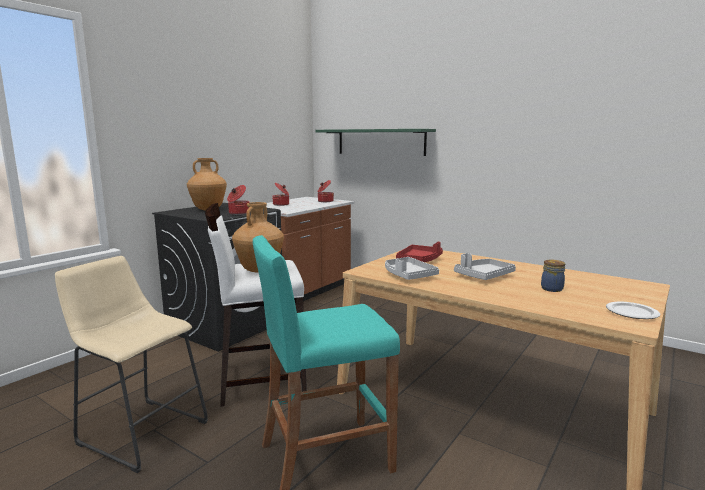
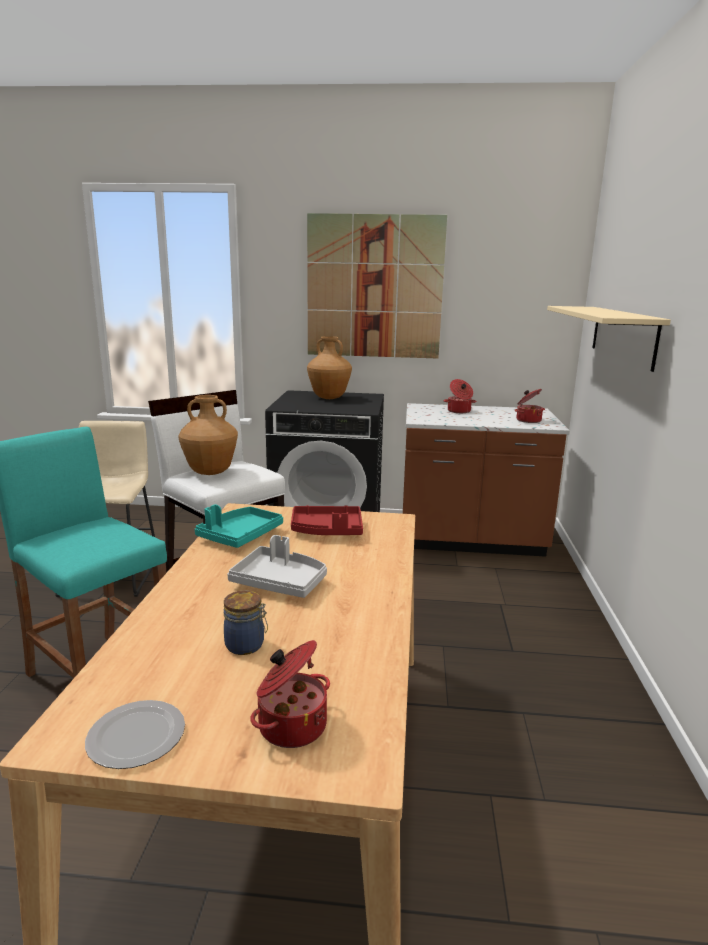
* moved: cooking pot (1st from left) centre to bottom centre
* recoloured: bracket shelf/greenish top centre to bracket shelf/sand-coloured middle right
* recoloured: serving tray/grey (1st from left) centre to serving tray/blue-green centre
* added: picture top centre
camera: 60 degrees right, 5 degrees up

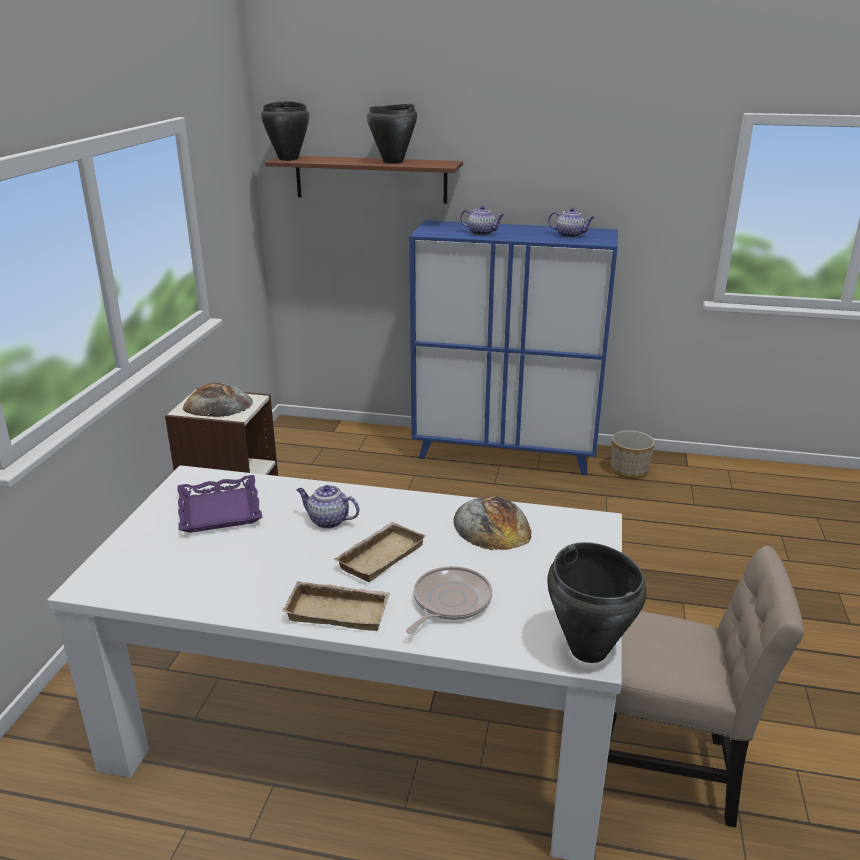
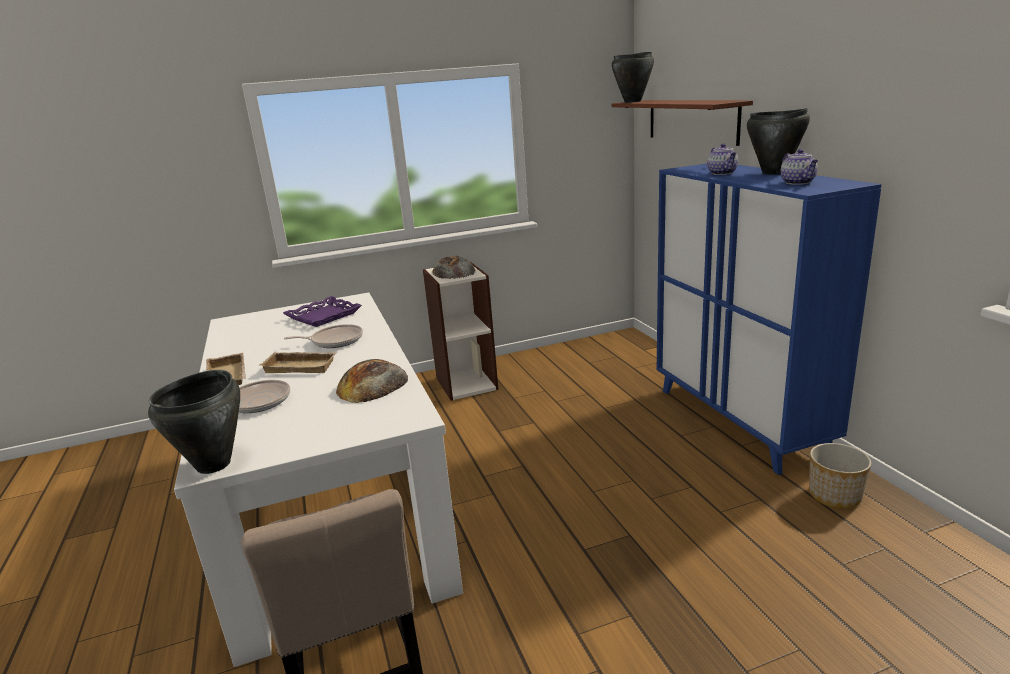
* replaced: pot for tea (1st from left) centre to pan (2nd from left) middle left
* moved: cooking pot/blackish (2nd from left in the first image) top centre to cooking pot/blackish (3rd from left) top right
camera: 60 degrees right, 5 degrees down

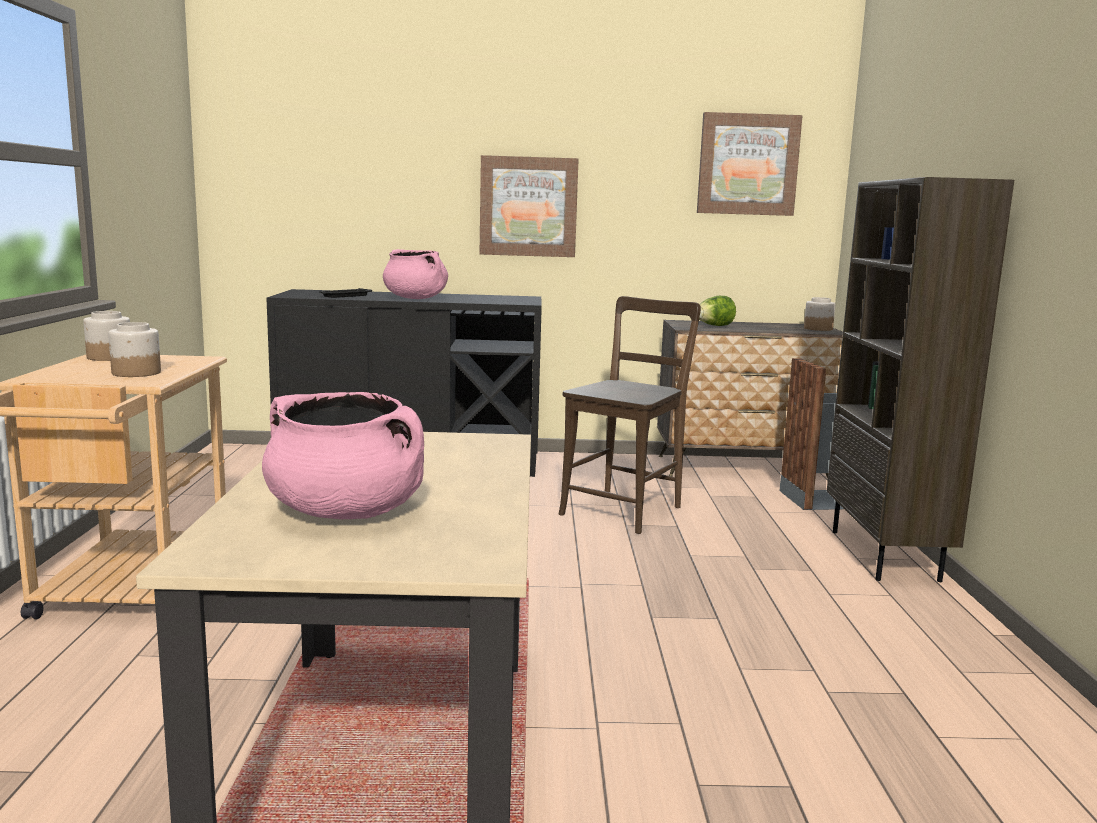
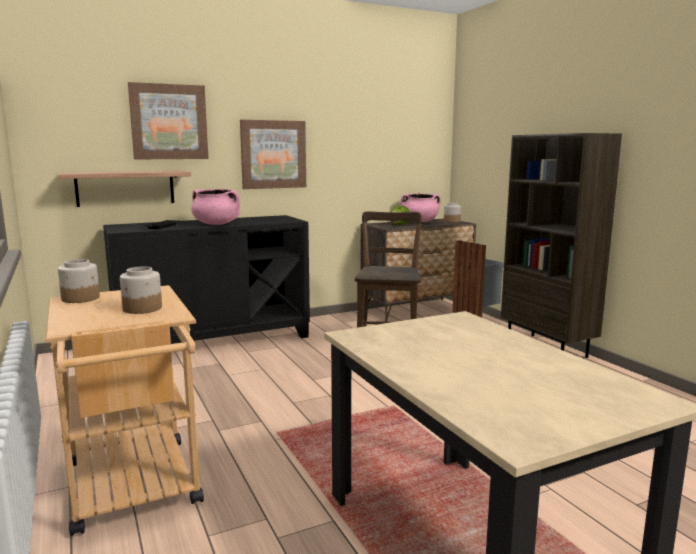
* moved: cooking pot/pink (1st from left in the first image) middle left to cooking pot/pink (2nd from left) centre
* moved: picture (2nd from left in the first image) top right to picture (1st from left) top left
* added: bracket shelf middle left
camera: 25 degrees left, 0 degrees up

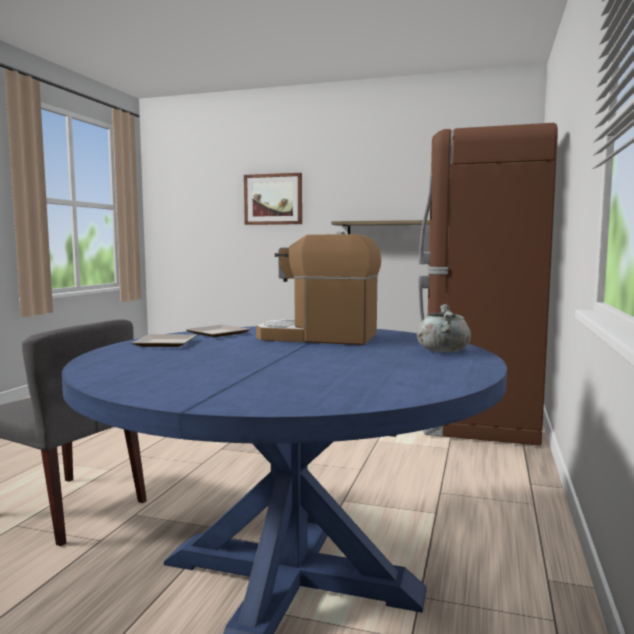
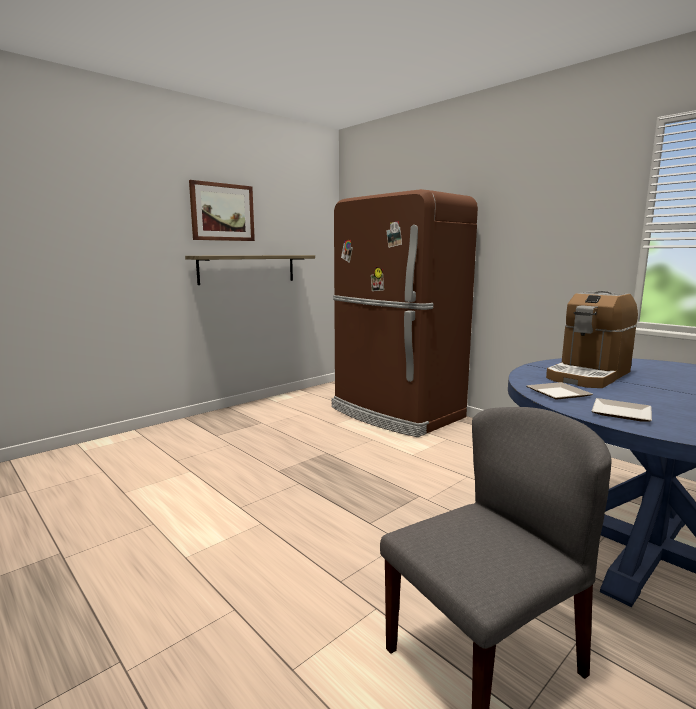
* moved: picture top centre to top left
* removed: cooking pot/grey middle right
camera: 60 degrees left, 5 degrees up

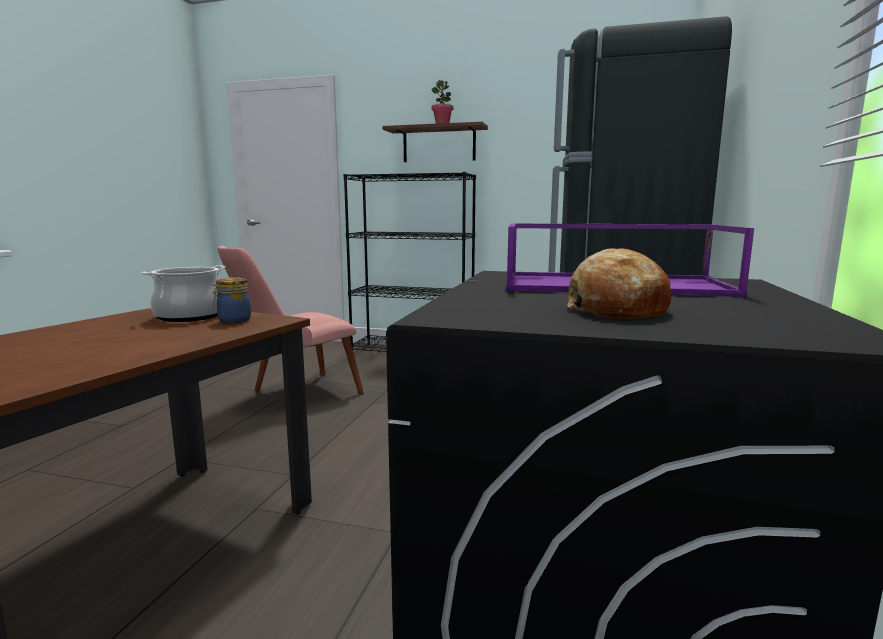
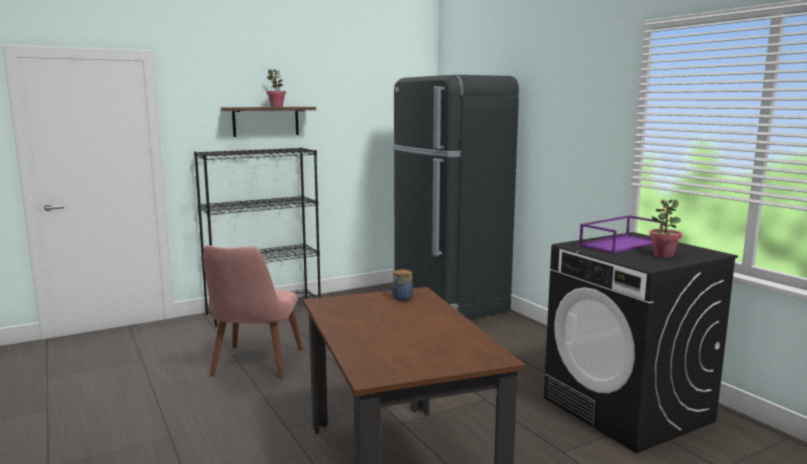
* removed: cooking pot middle left
* replaced: baked bread middle right to potted plant (2nd from left) middle right
camera: 45 degrees left, 0 degrees up

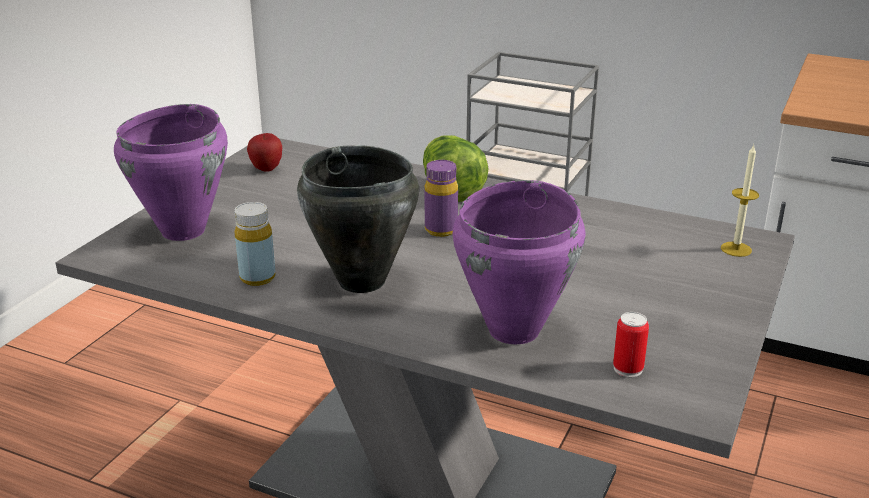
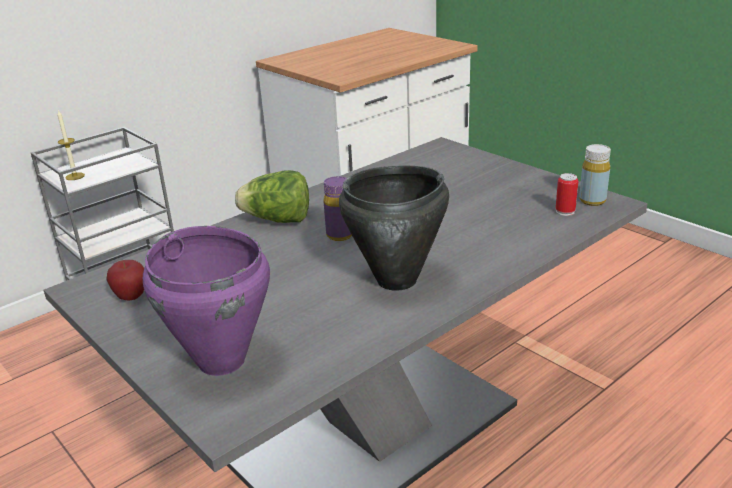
* moved: drink bottle/yellow-coloured middle left to middle right
* removed: cooking pot/purple-coloured (2nd from left) centre
* moved: wax light middle right to top left
camera: 65 degrees left, 0 degrees up

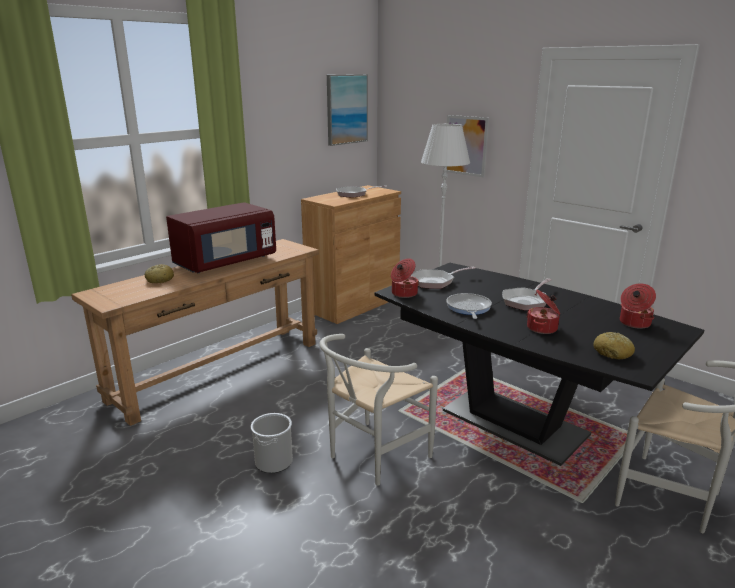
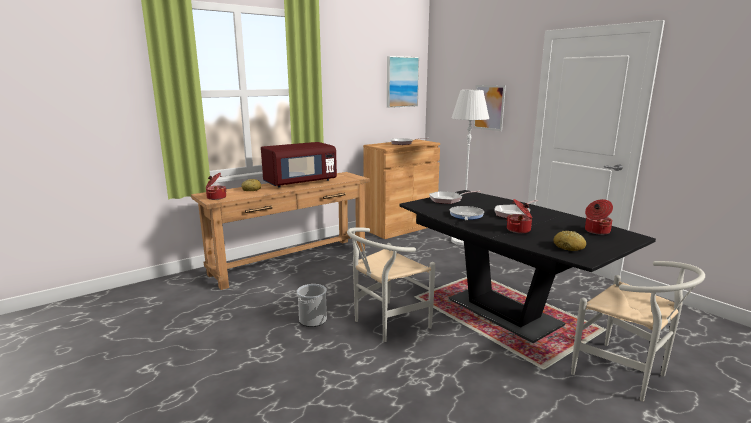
* moved: cooking pot (1st from left) centre to middle left
camera: 10 degrees right, 5 degrees down

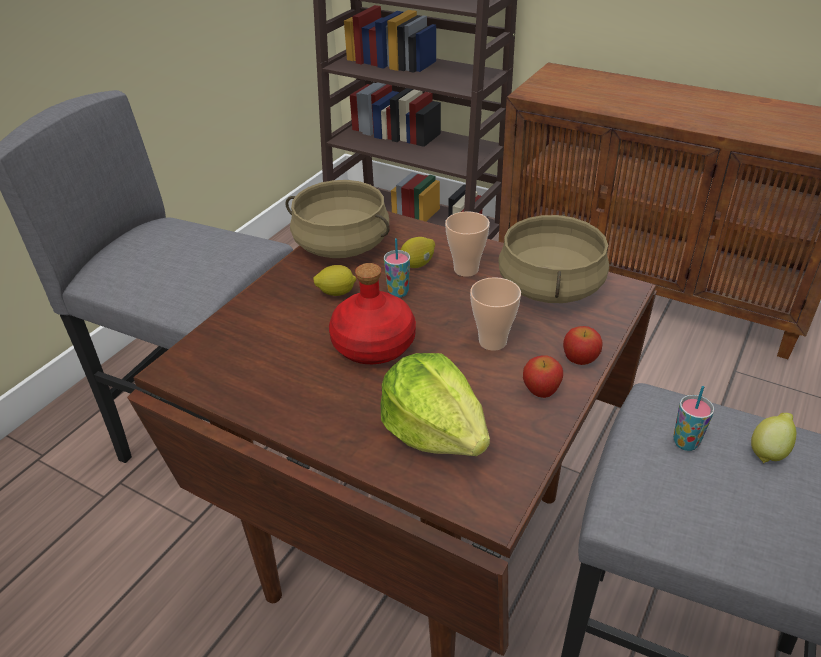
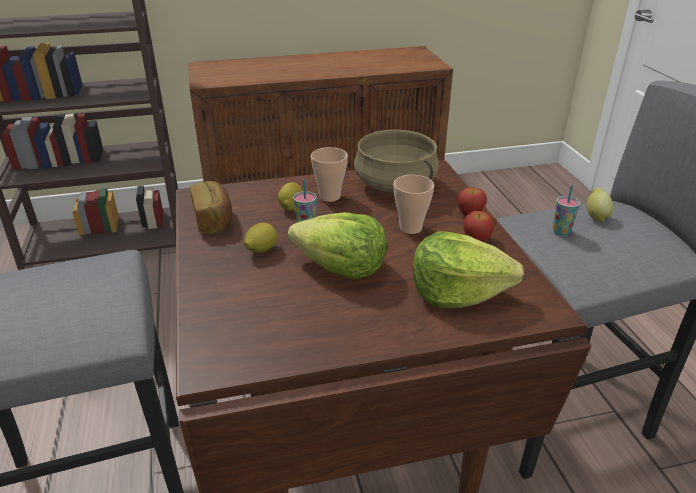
* replaced: cooking pot/sand-coloured (1st from left) centre to baked bread middle left
* replaced: drink bottle/red centre to head of lettuce (1st from left) centre
camera: 45 degrees left, 5 degrees down

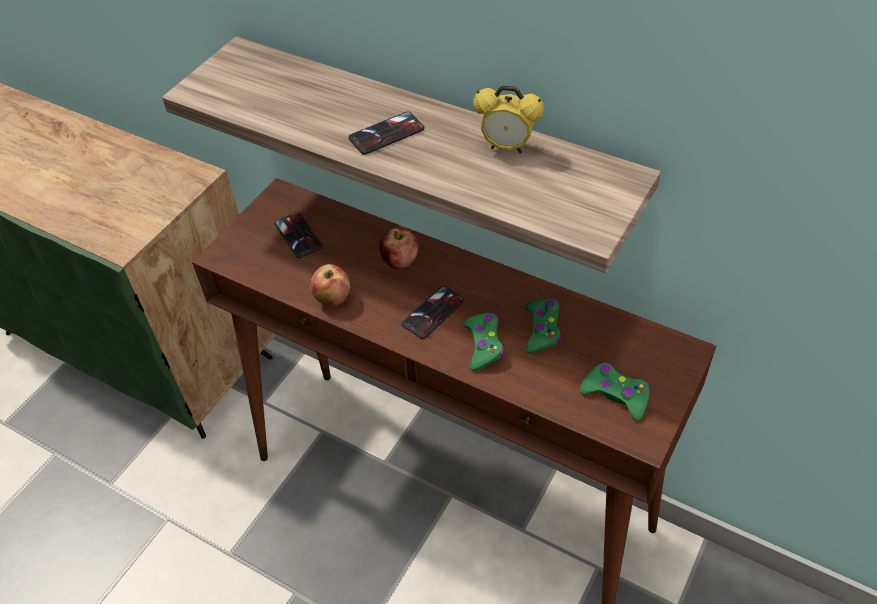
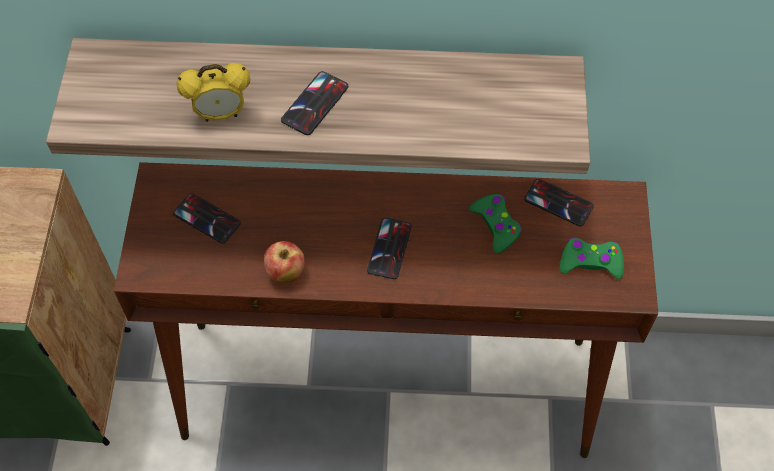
* removed: apple fruit (2nd from left) centre
* removed: gamepad/greenish (1st from left) centre
* moved: table clock top centre to top left
* added: telephone (4th from left) middle right
camera: 30 degrees left, 10 degrees up

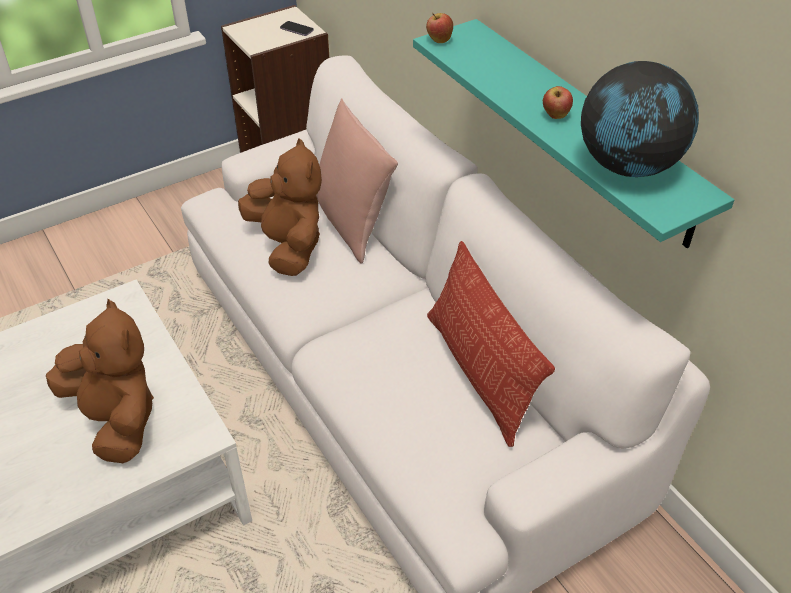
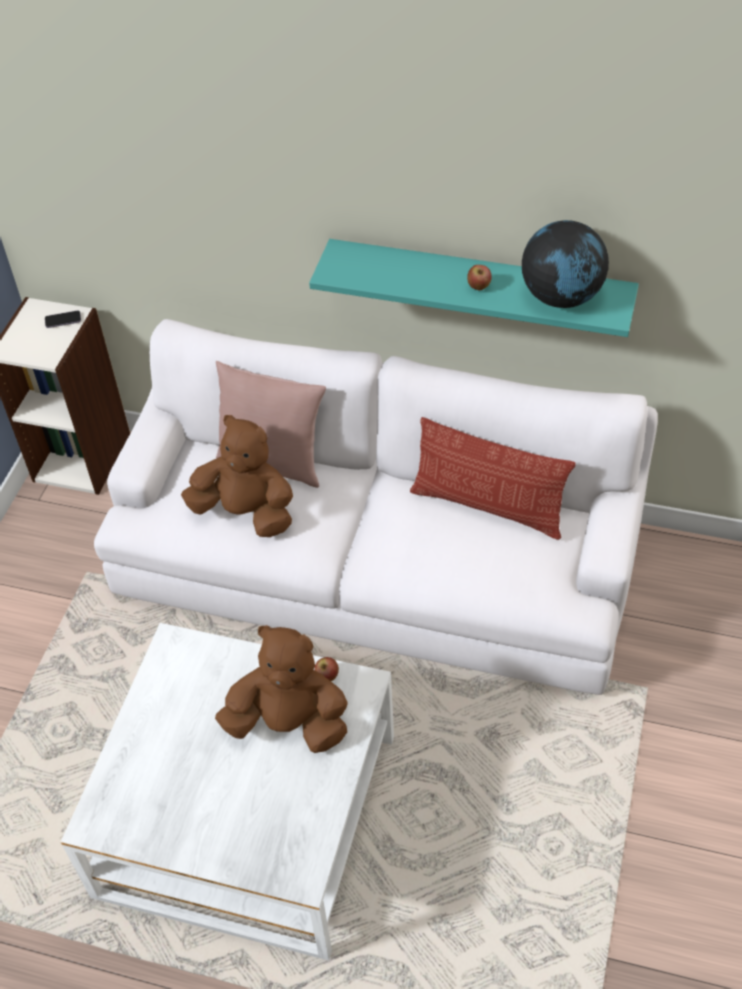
* moved: apple fruit (1st from left) top centre to bottom centre
camera: 40 degrees left, 5 degrees up

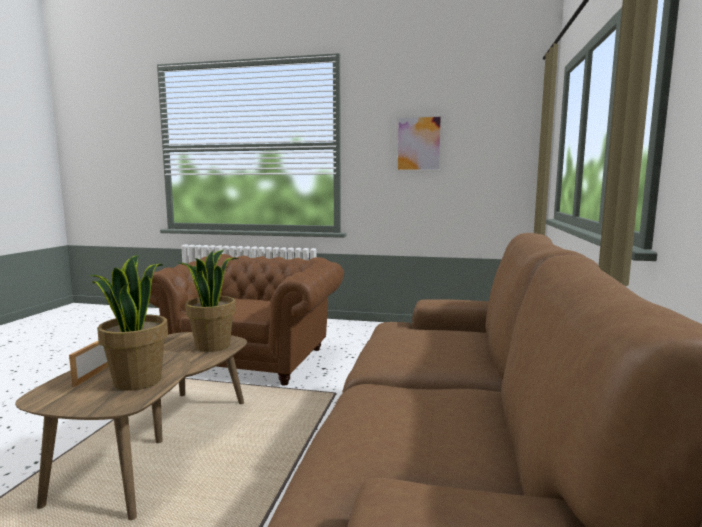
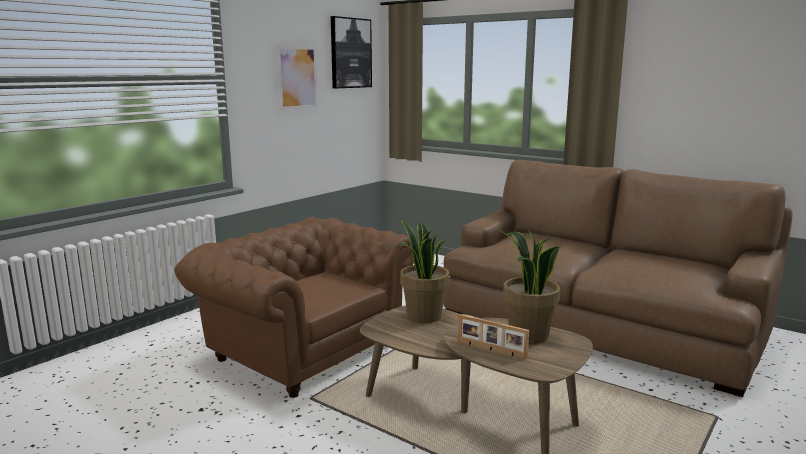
* added: picture (2nd from left) top centre
camera: 65 degrees left, 5 degrees up

